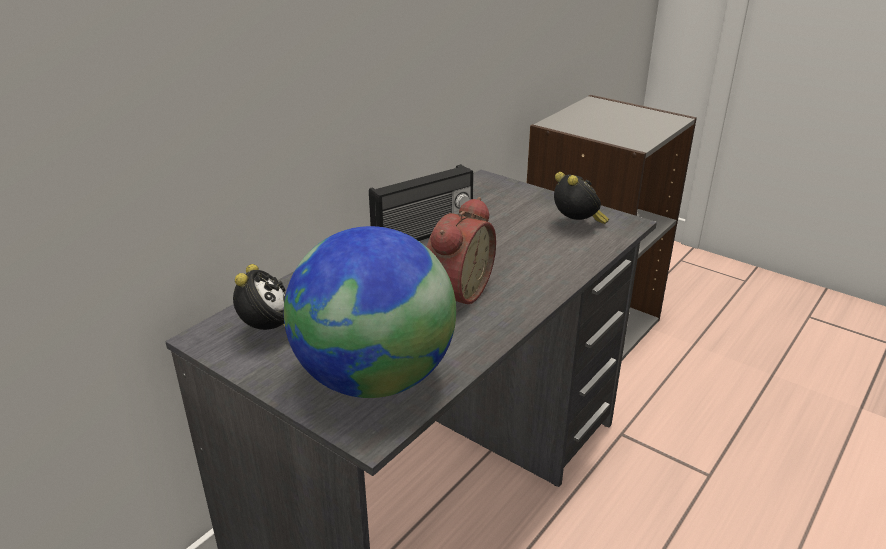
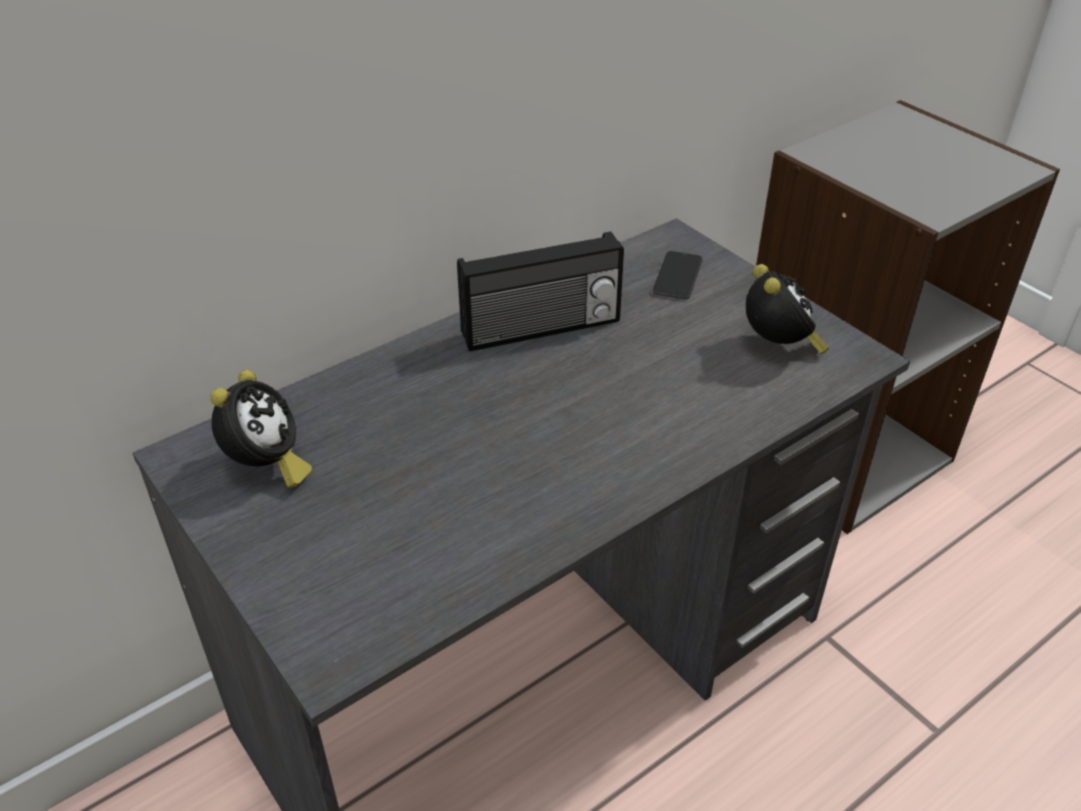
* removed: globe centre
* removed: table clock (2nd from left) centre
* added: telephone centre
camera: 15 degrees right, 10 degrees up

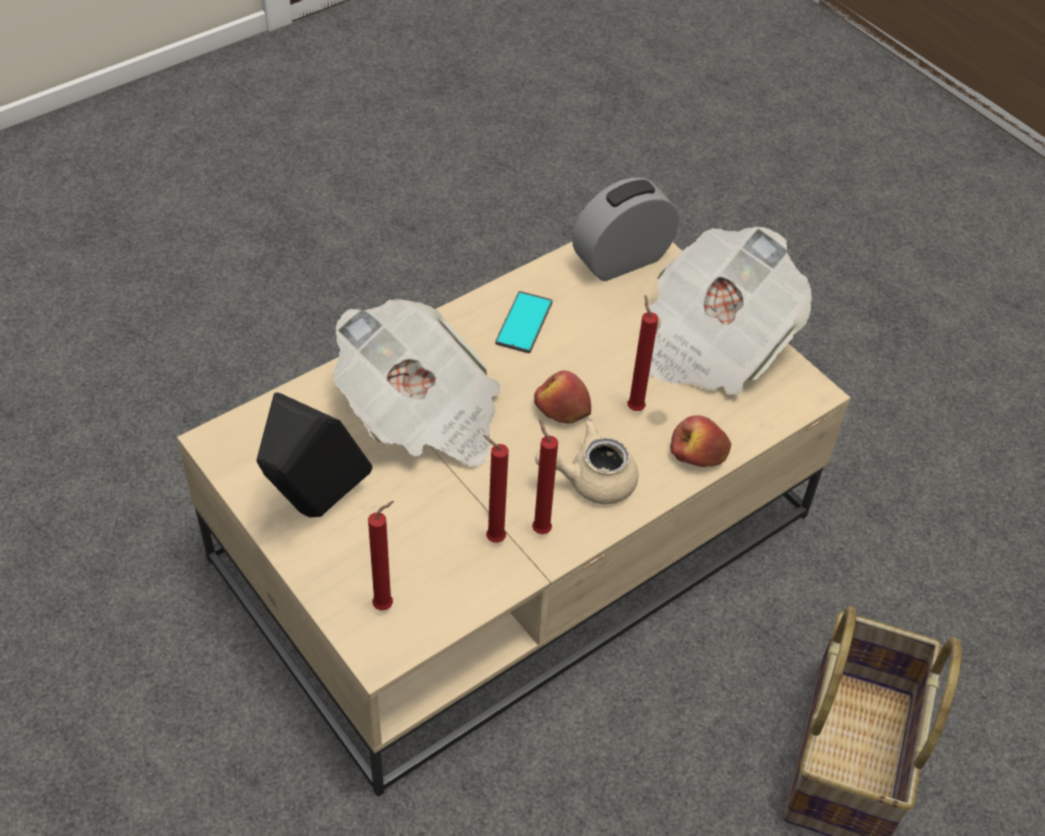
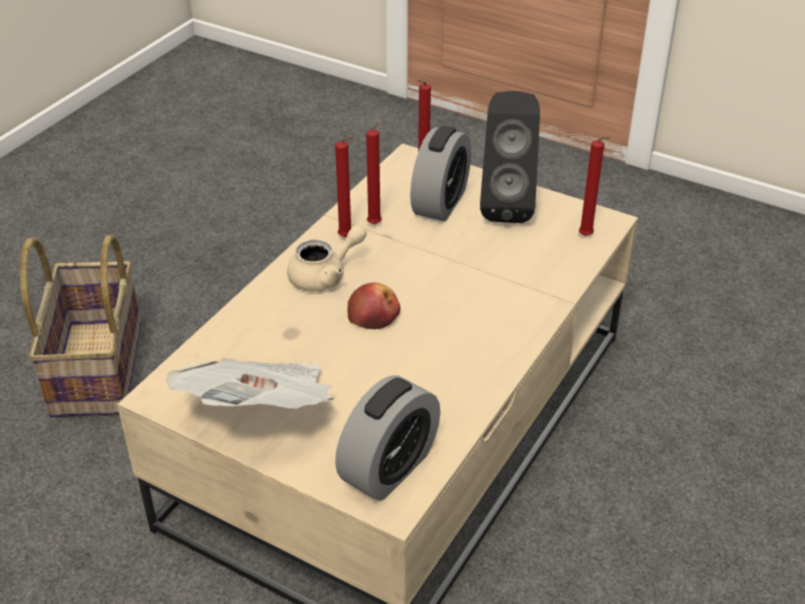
* removed: newspaper (1st from left) centre
* removed: telephone centre
* moved: wax light/red (4th from left) centre to top right
* removed: apple fruit (2nd from left) middle right
* added: table clock (2nd from left) top centre
camera: 160 degrees right, 10 degrees down

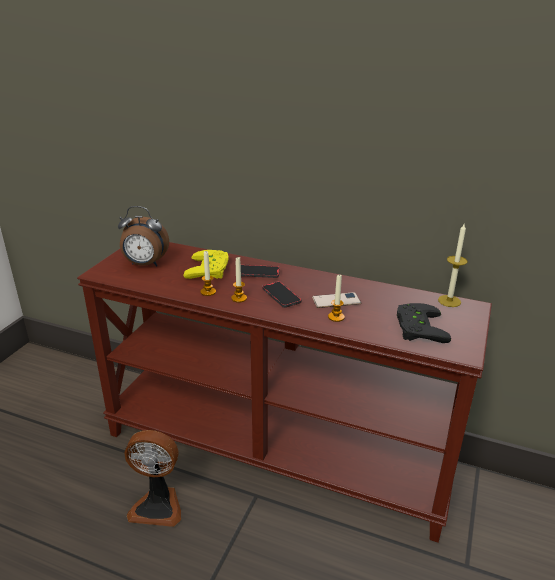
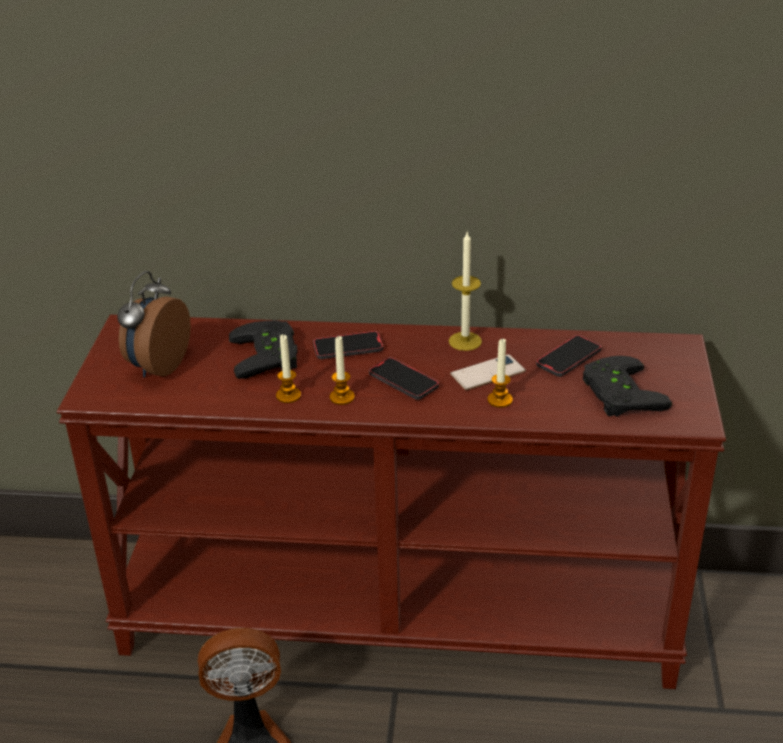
* turned: table clock middle left = middle left 120 degrees clockwise
* recoloured: gamepad/yellow-coloured centre to gamepad/blackish (1st from left) centre
* moved: wax light (4th from left in the first image) middle right to wax light (3rd from left) centre
* added: telephone (4th from left) middle right
camera: 15 degrees left, 5 degrees up

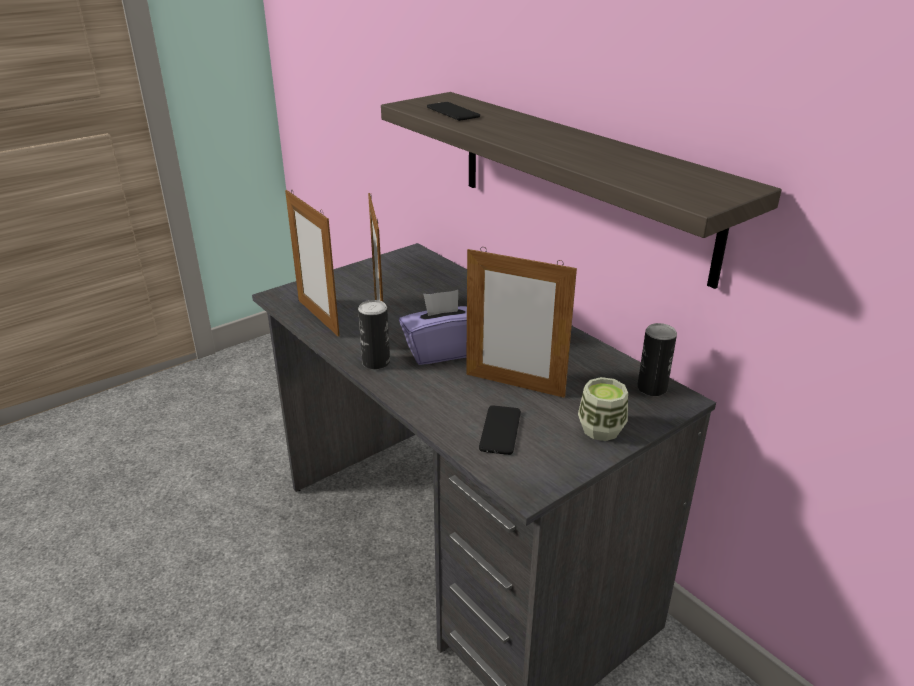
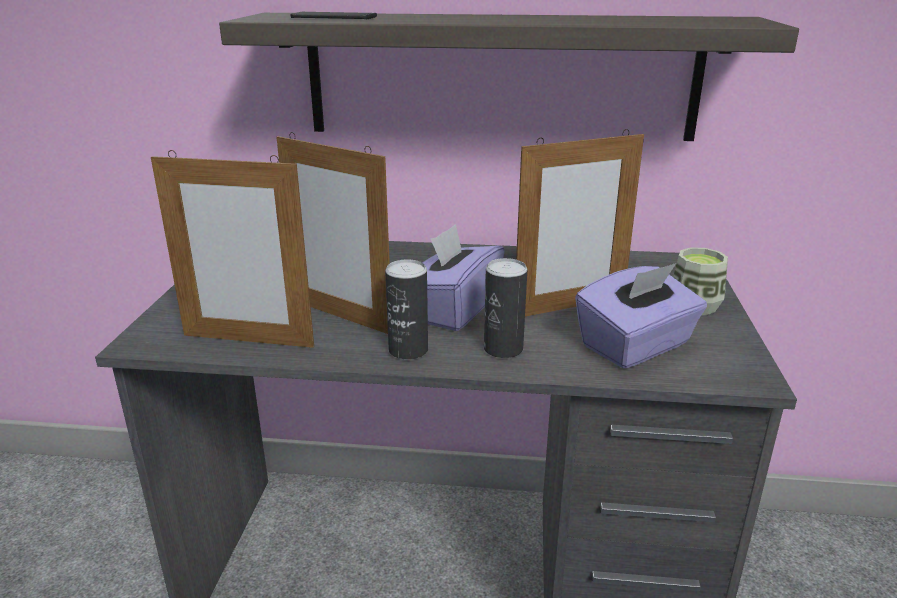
* replaced: telephone (2nd from left) centre to tissue holder/purple-coloured (2nd from left) middle right
* moved: can (2nd from left) middle right to centre
camera: 45 degrees left, 5 degrees down

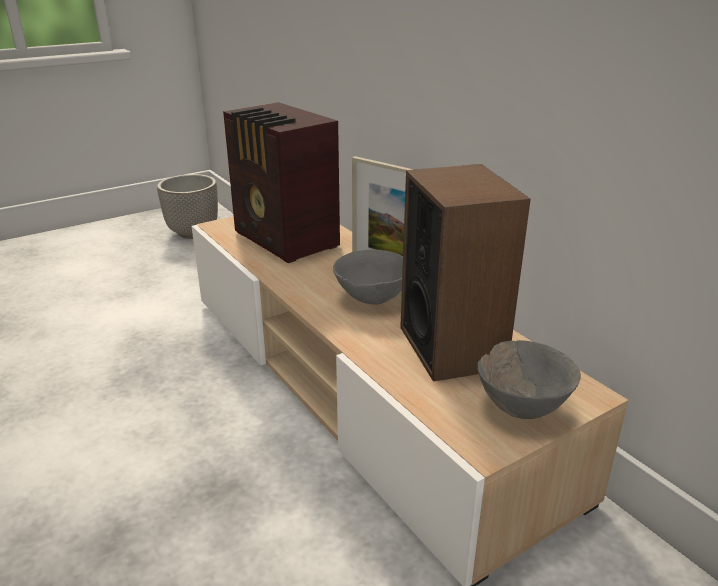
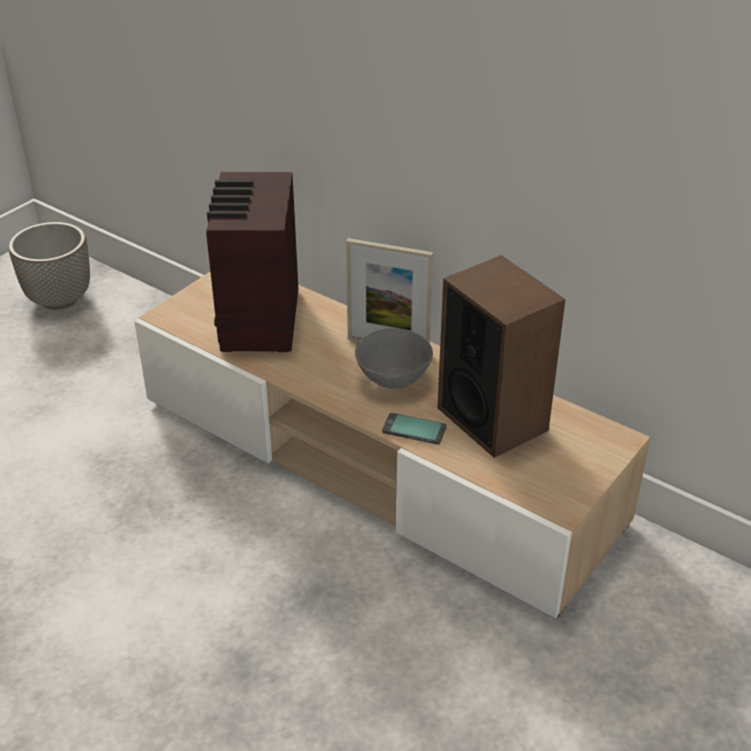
* turned: radio set top centre = centre 60 degrees clockwise
* removed: deep dish/grey (2nd from left) middle right
* added: telephone centre
camera: 20 degrees left, 10 degrees up

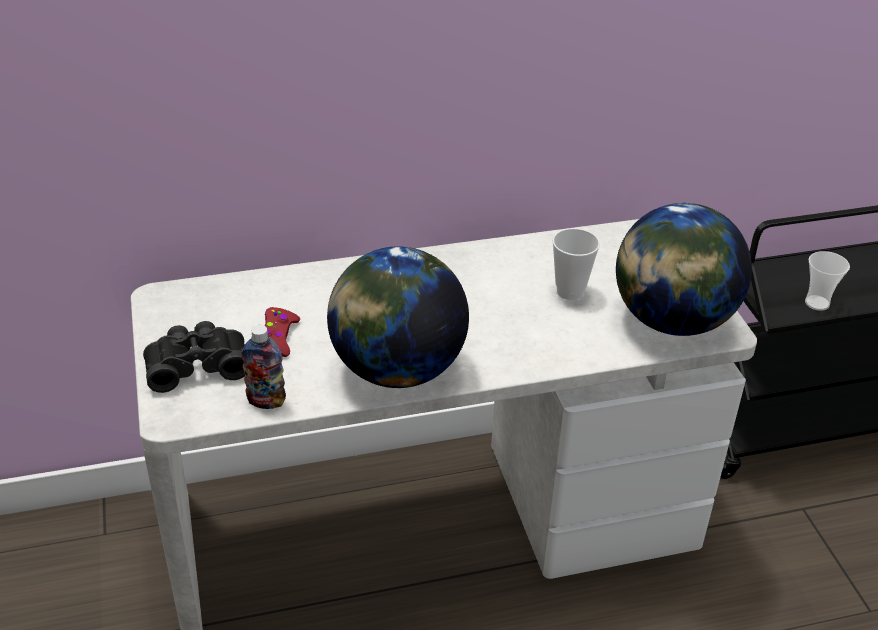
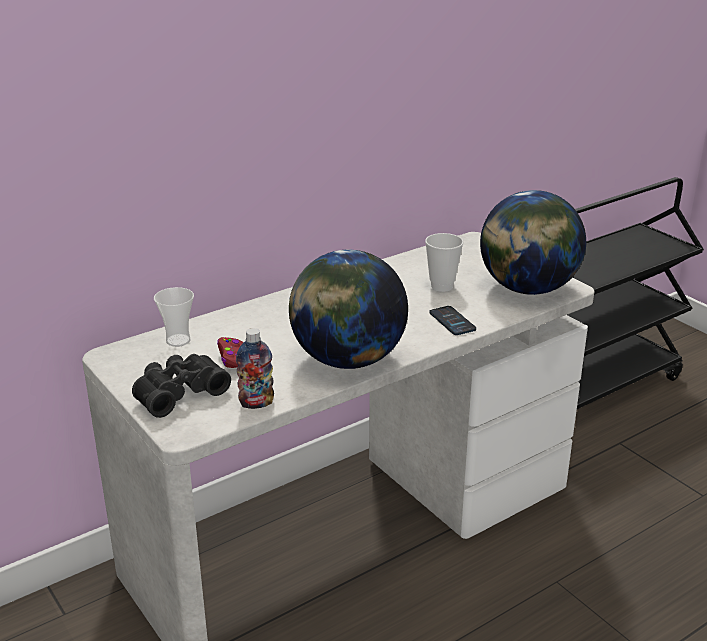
* moved: cup (2nd from left in the first image) middle right to cup (1st from left) middle left
* added: telephone centre
camera: 20 degrees left, 10 degrees down

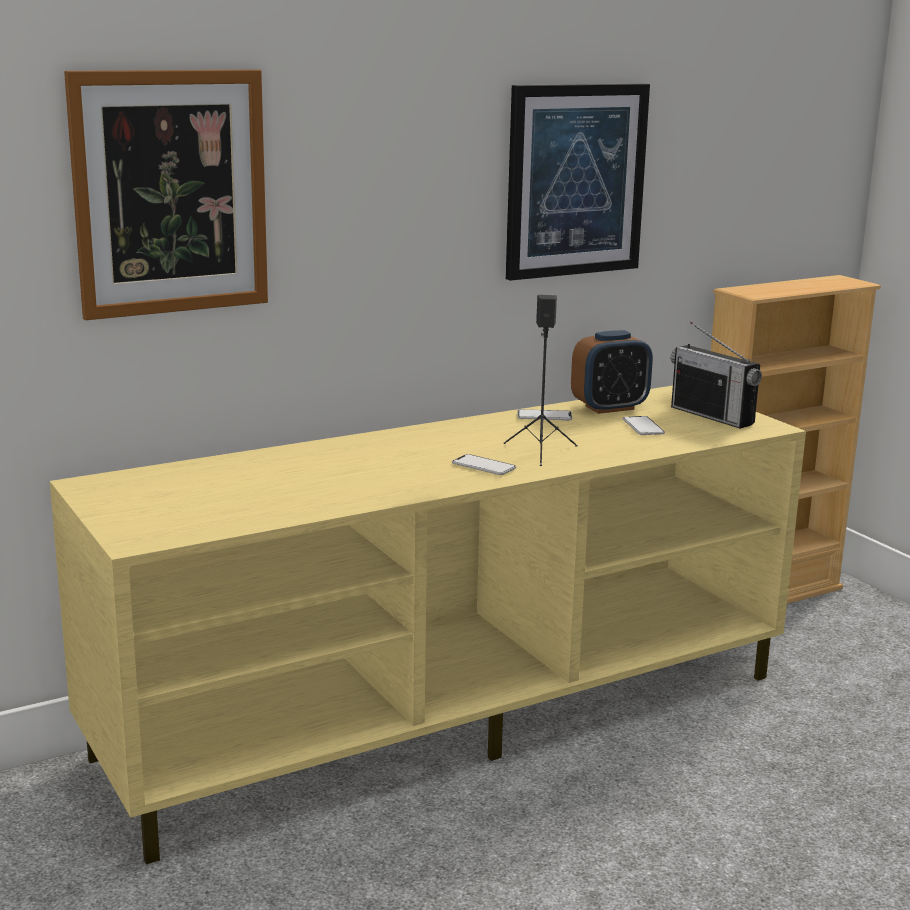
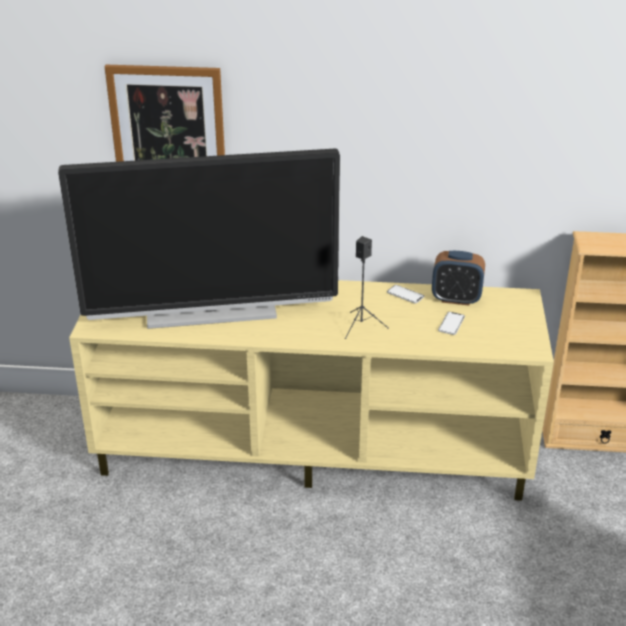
* removed: telephone (1st from left) centre
* removed: picture (2nd from left) top centre
* removed: radio set middle right
* added: TV middle left
camera: 35 degrees right, 15 degrees up

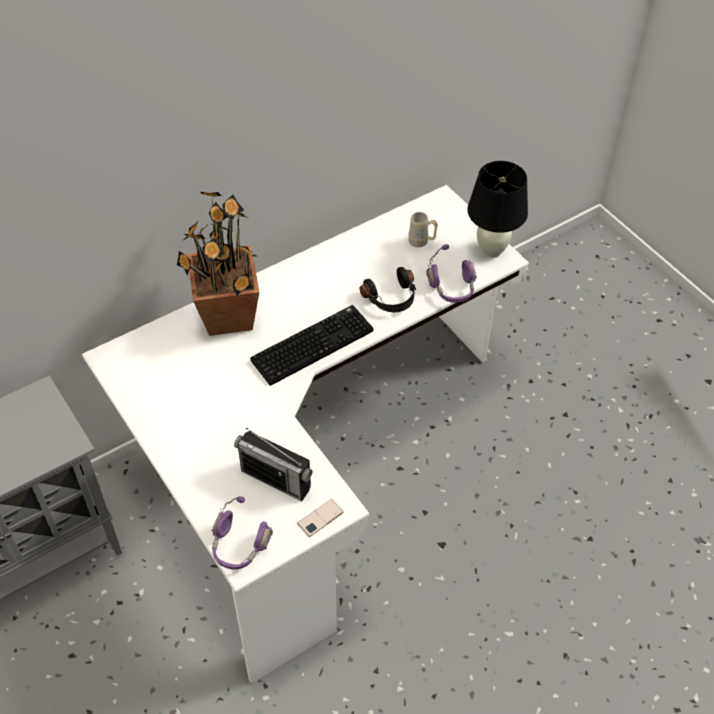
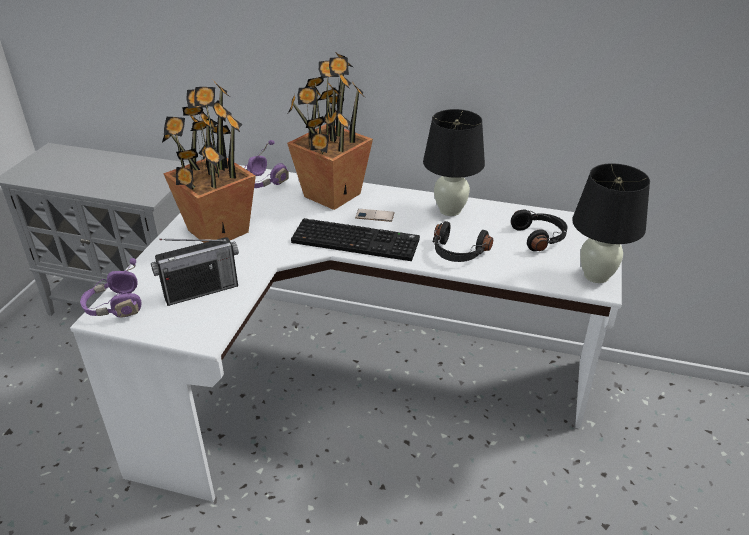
* turned: radio set centre = middle left 105 degrees counterclockwise
* moved: telephone bottom centre to centre
* replaced: coffee mug/sand-coloured top centre to pair of headphones/blackish (2nd from left) middle right
* moved: pair of headphones/purple-coloured (2nd from left) centre to top centre
* added: potted plant (1st from left) top left
* added: lamp for a table/blackish (1st from left) top centre
camera: 50 degrees right, 15 degrees down

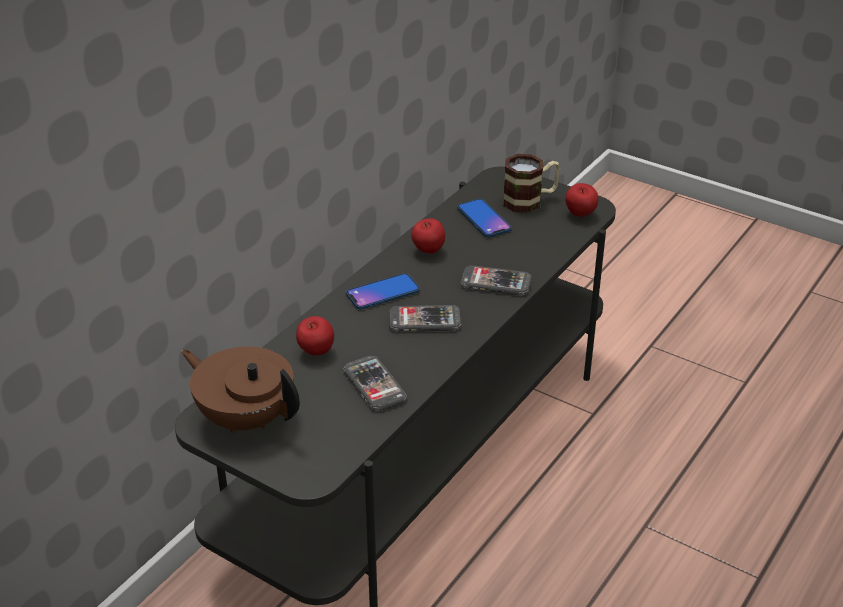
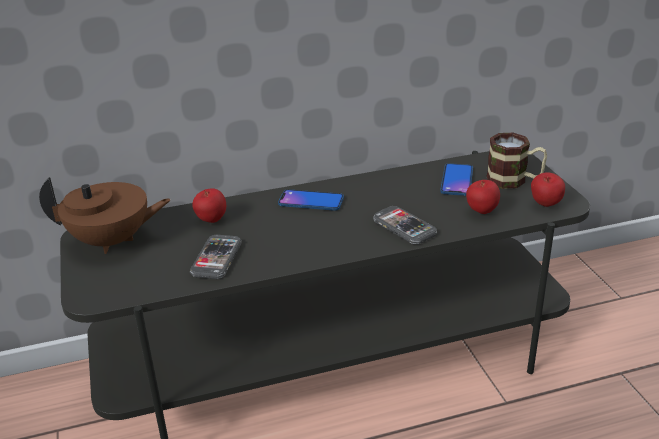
* turned: pot for tea/brown middle left = middle left 105 degrees clockwise
* removed: telephone (3rd from left) centre
* moved: apple fruit (2nd from left) centre to middle right
camera: 40 degrees right, 5 degrees down

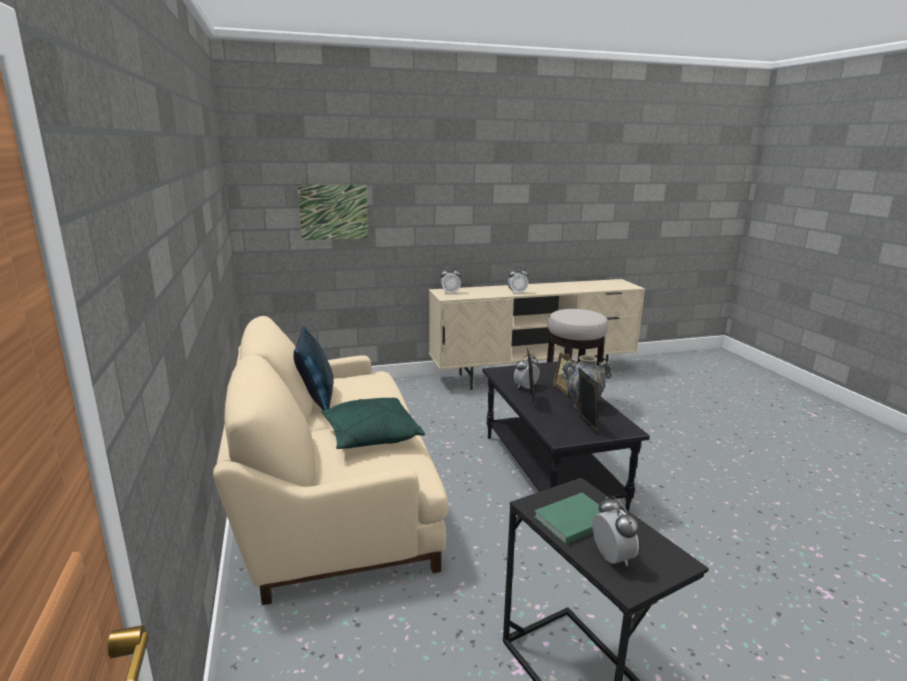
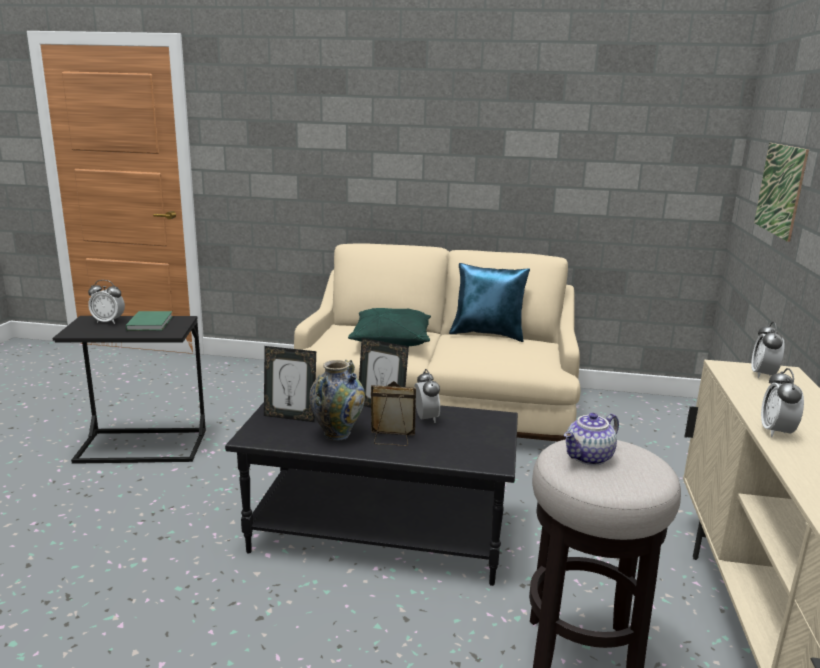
* added: pot for tea middle right
camera: 115 degrees right, 0 degrees up

